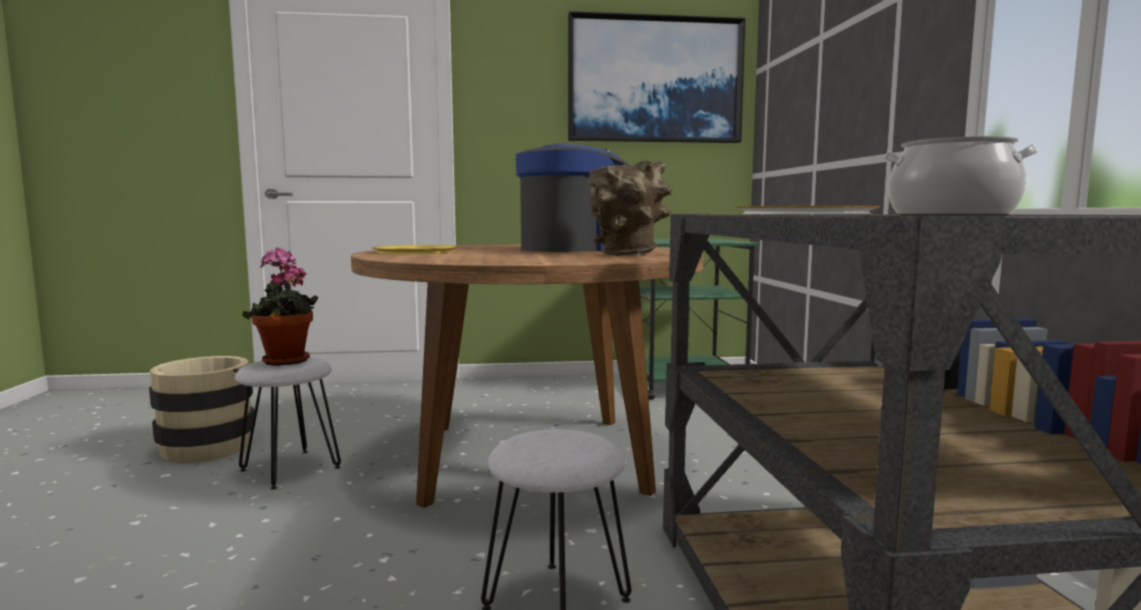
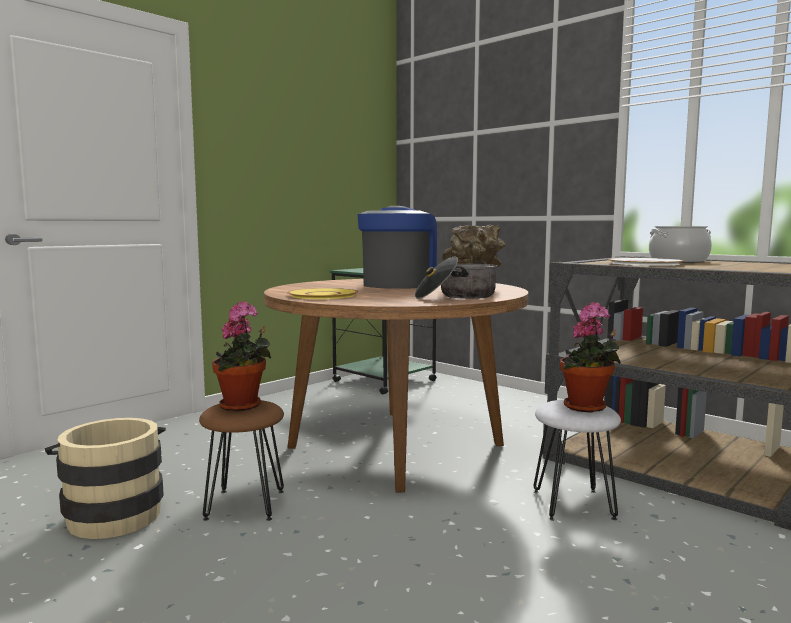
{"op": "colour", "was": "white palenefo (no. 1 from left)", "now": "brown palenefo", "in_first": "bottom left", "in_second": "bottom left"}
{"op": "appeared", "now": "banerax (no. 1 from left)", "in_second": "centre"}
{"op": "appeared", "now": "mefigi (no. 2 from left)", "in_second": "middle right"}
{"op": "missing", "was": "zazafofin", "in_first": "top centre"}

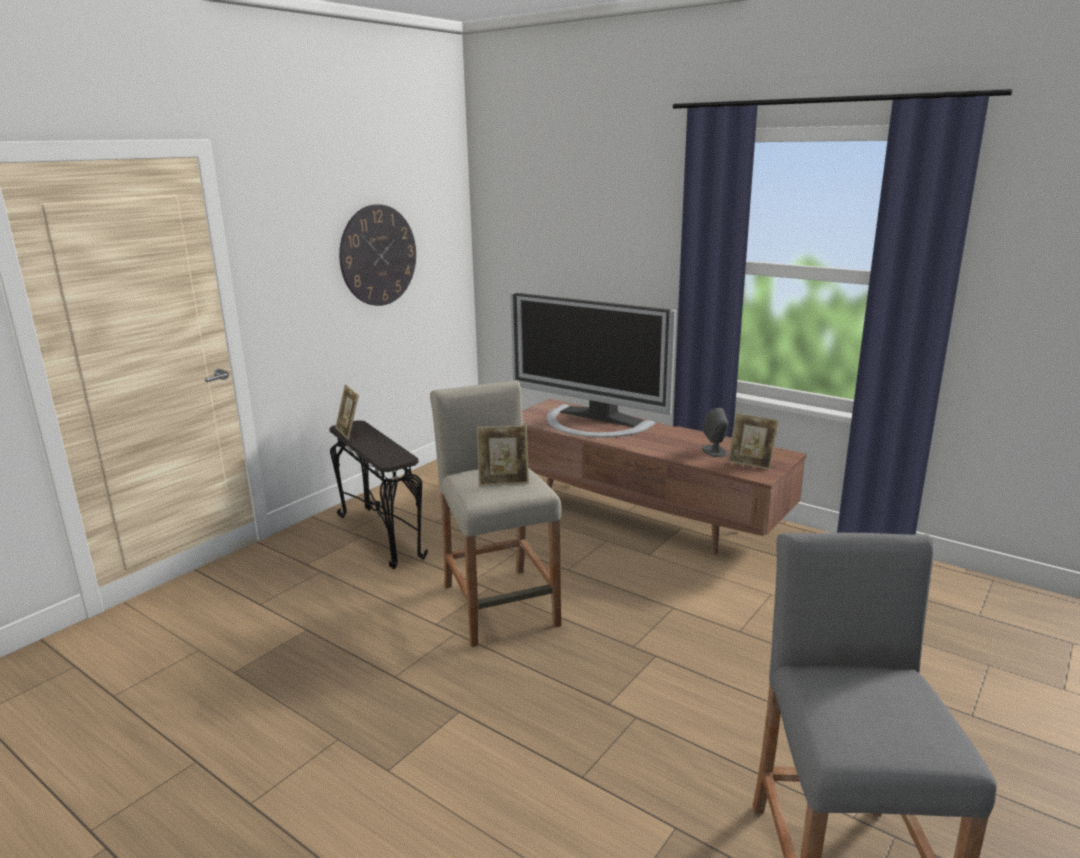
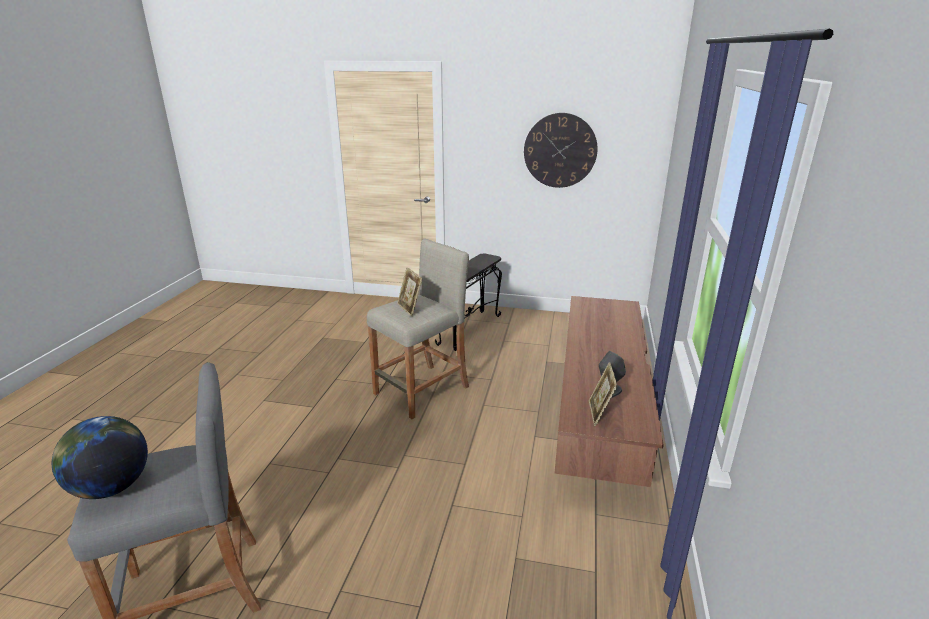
{"op": "appeared", "now": "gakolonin", "in_second": "bottom left"}
{"op": "missing", "was": "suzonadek (no. 1 from left)", "in_first": "middle left"}
{"op": "missing", "was": "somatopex", "in_first": "centre"}

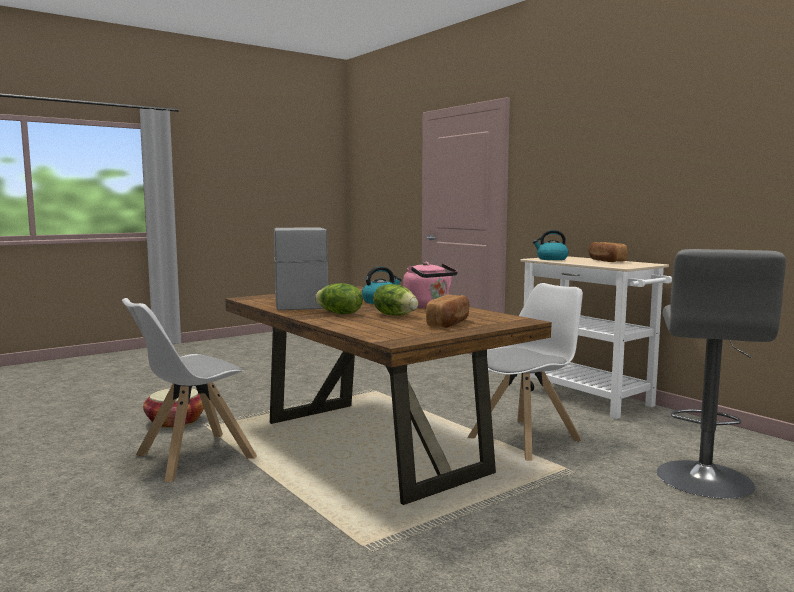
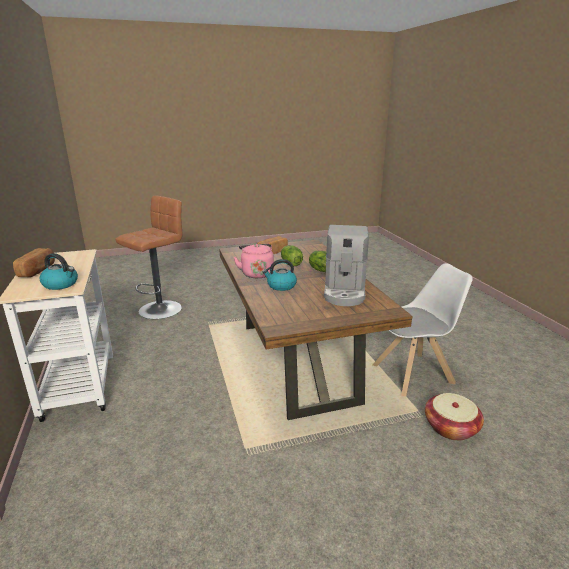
{"op": "colour", "was": "grey palenefo", "now": "brown palenefo", "in_first": "middle right", "in_second": "middle left"}
{"op": "missing", "was": "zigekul (no. 2 from left)", "in_first": "centre"}

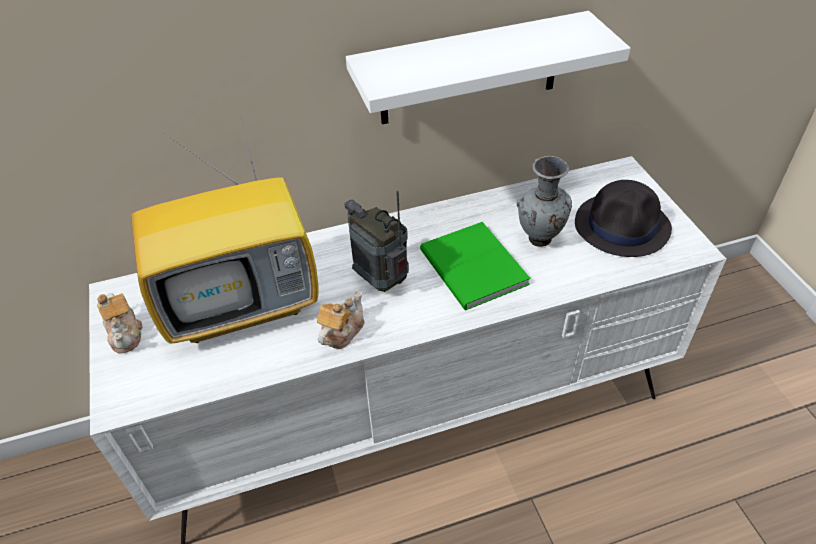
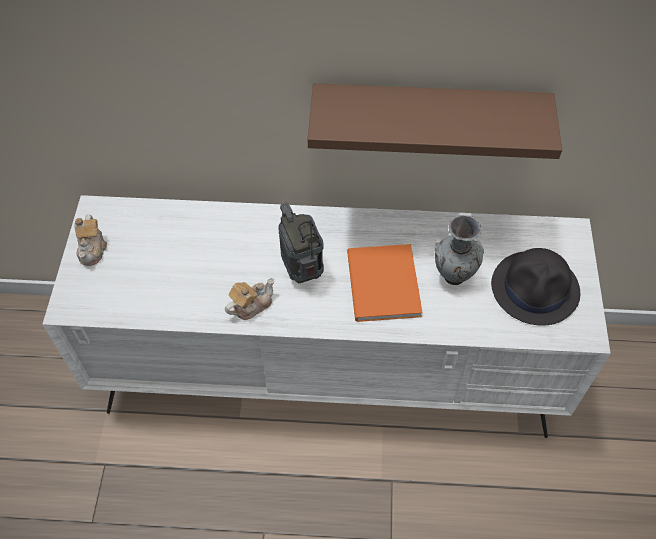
{"op": "colour", "was": "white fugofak", "now": "brown fugofak", "in_first": "top centre", "in_second": "top centre"}
{"op": "colour", "was": "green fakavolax", "now": "orange fakavolax", "in_first": "centre", "in_second": "centre"}
{"op": "missing", "was": "somatopex", "in_first": "middle left"}

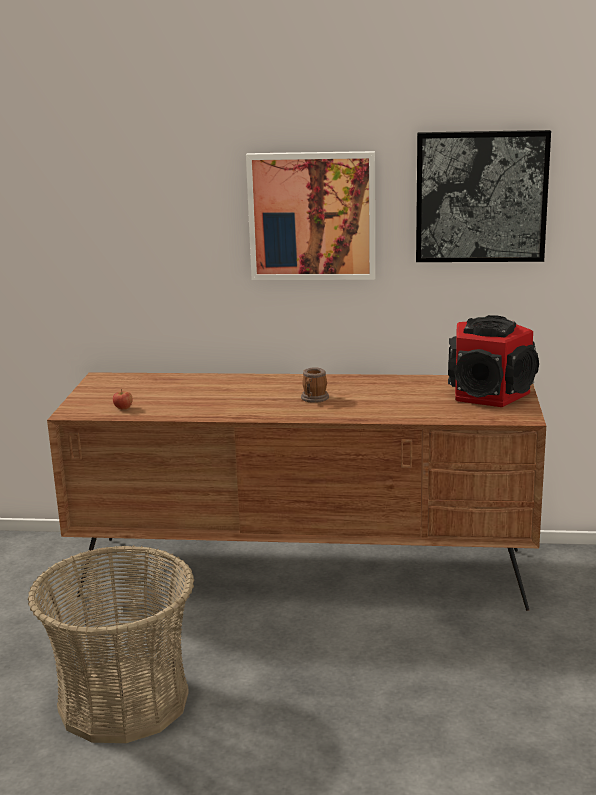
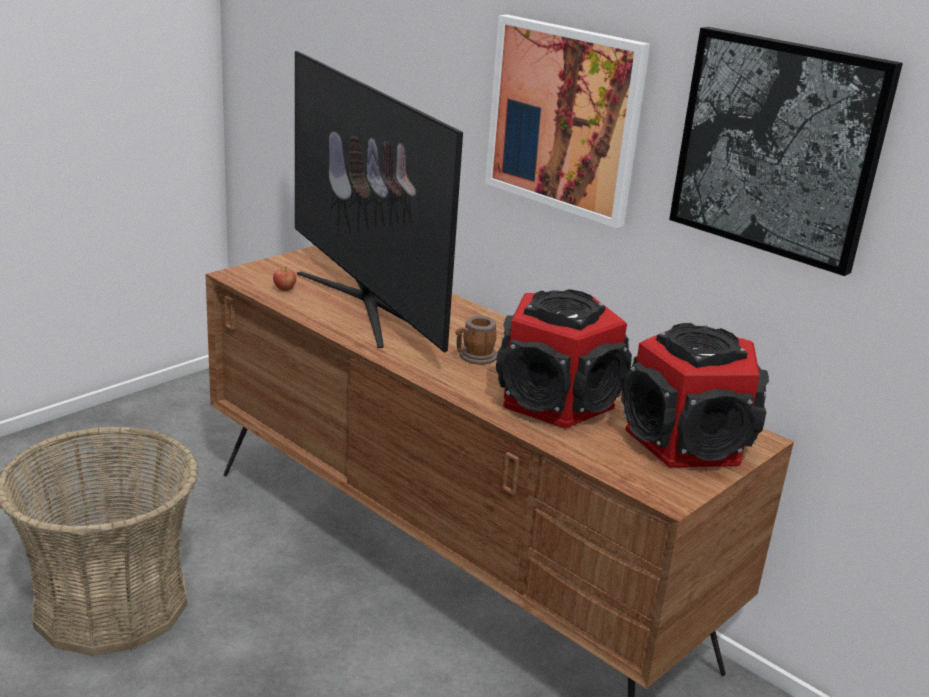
{"op": "appeared", "now": "somatopex", "in_second": "top centre"}
{"op": "appeared", "now": "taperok (no. 1 from left)", "in_second": "centre"}

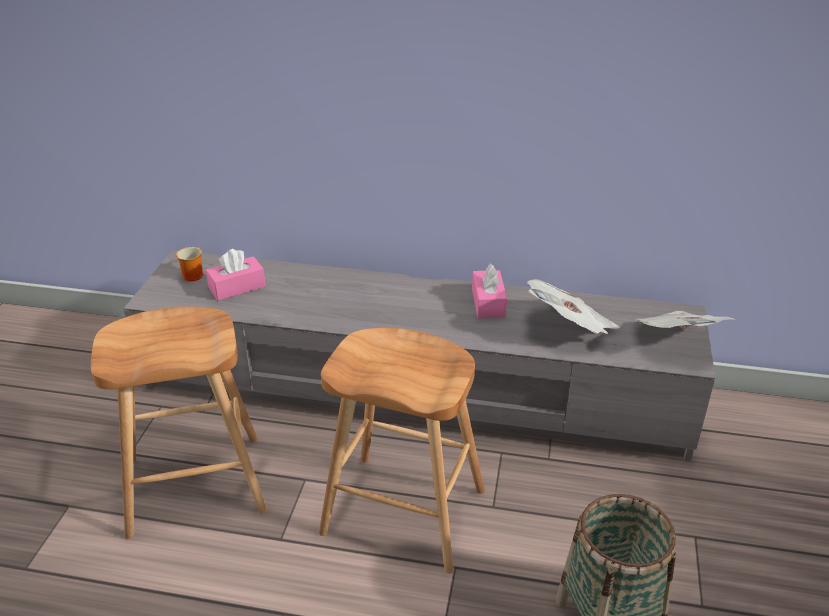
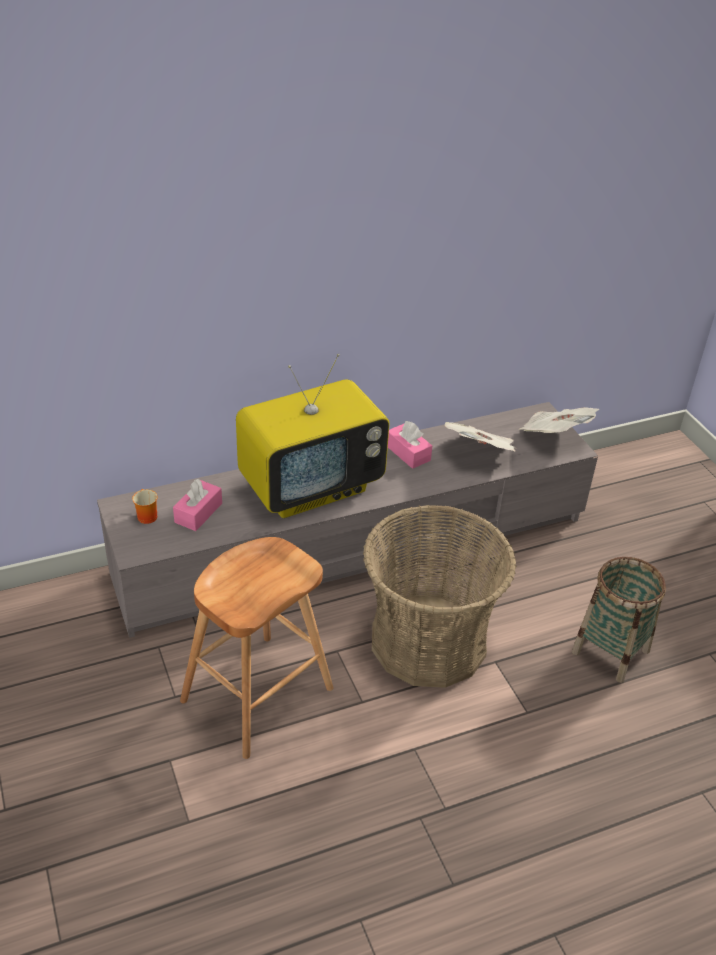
{"op": "appeared", "now": "somatopex", "in_second": "centre"}
{"op": "exchanged", "was": "brown palenefo (no. 2 from left)", "now": "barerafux (no. 1 from left)", "in_first": "bottom centre", "in_second": "centre"}

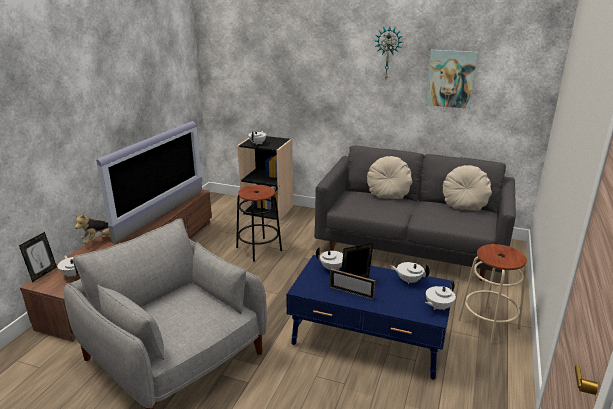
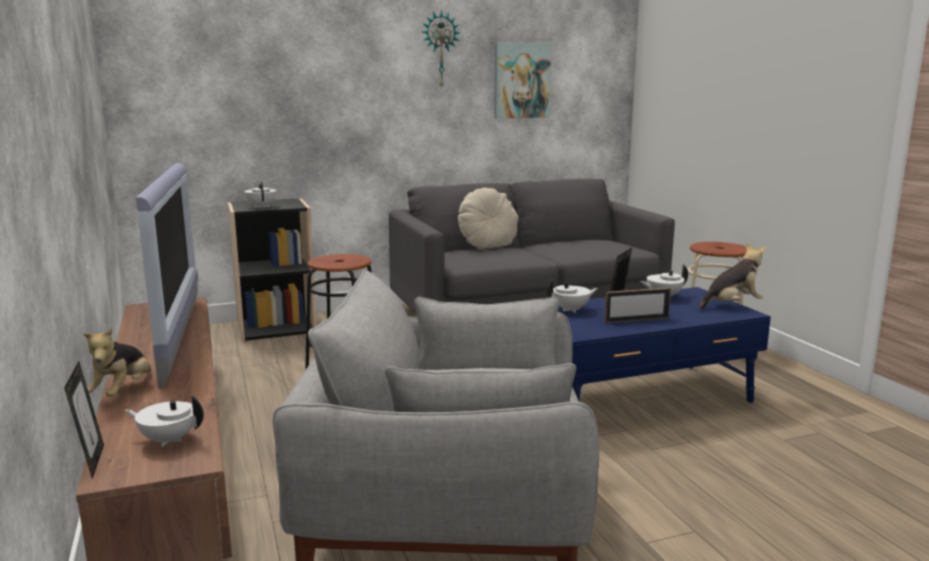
{"op": "exchanged", "was": "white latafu (no. 5 from left)", "now": "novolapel (no. 2 from left)", "in_first": "bottom right", "in_second": "middle right"}
{"op": "missing", "was": "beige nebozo (no. 2 from left)", "in_first": "middle right"}

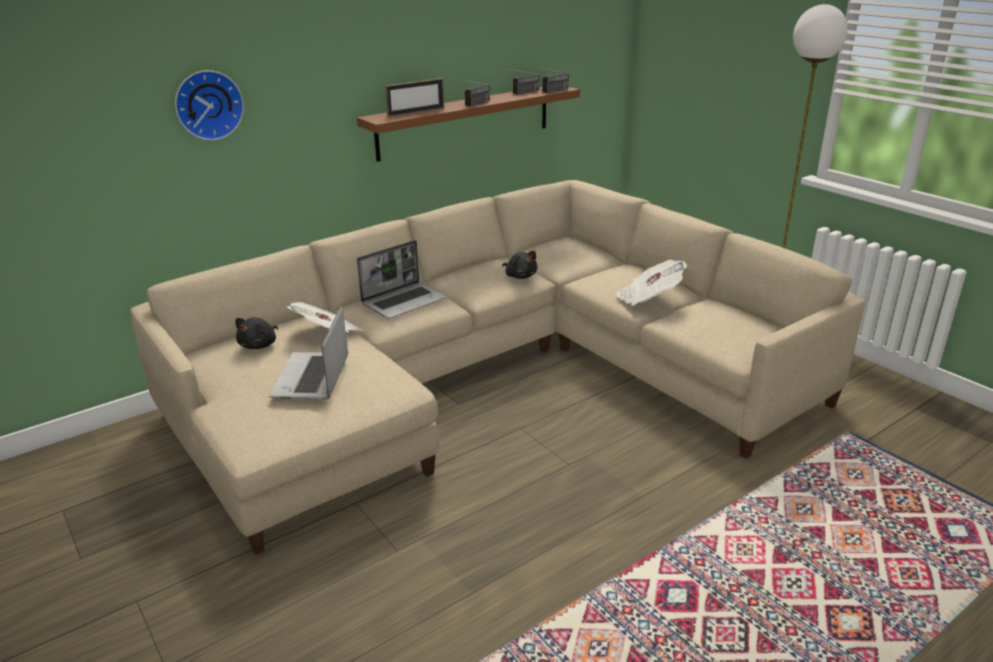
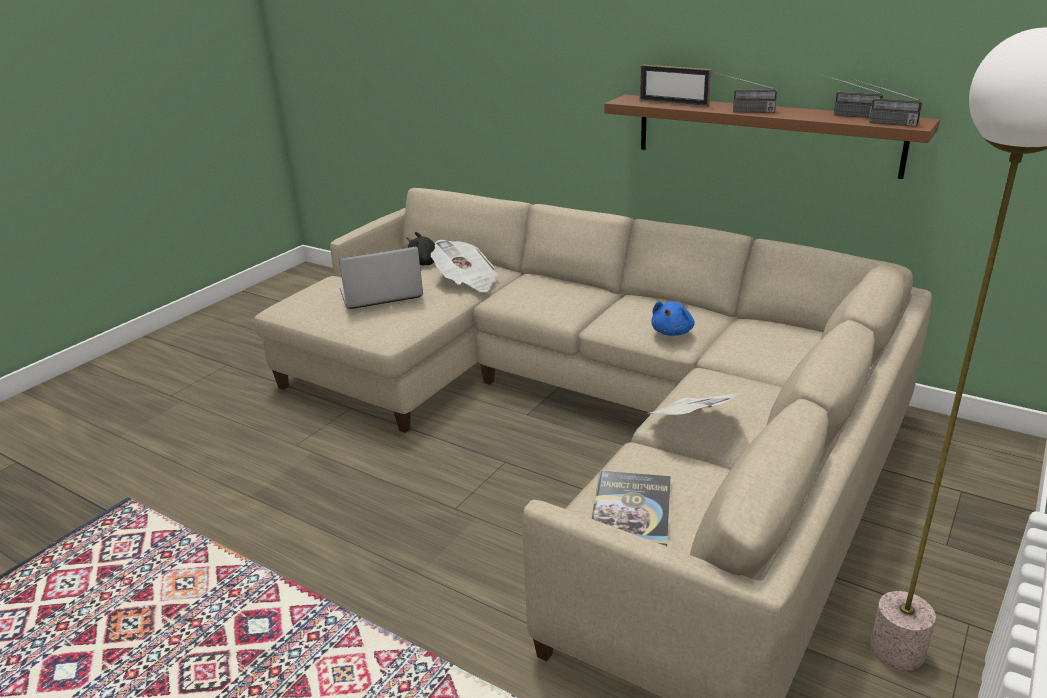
{"op": "appeared", "now": "fakavolax", "in_second": "bottom centre"}
{"op": "colour", "was": "black novolapel (no. 2 from left)", "now": "blue novolapel", "in_first": "centre", "in_second": "centre"}
{"op": "missing", "was": "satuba", "in_first": "top left"}
{"op": "missing", "was": "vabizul (no. 2 from left)", "in_first": "centre"}

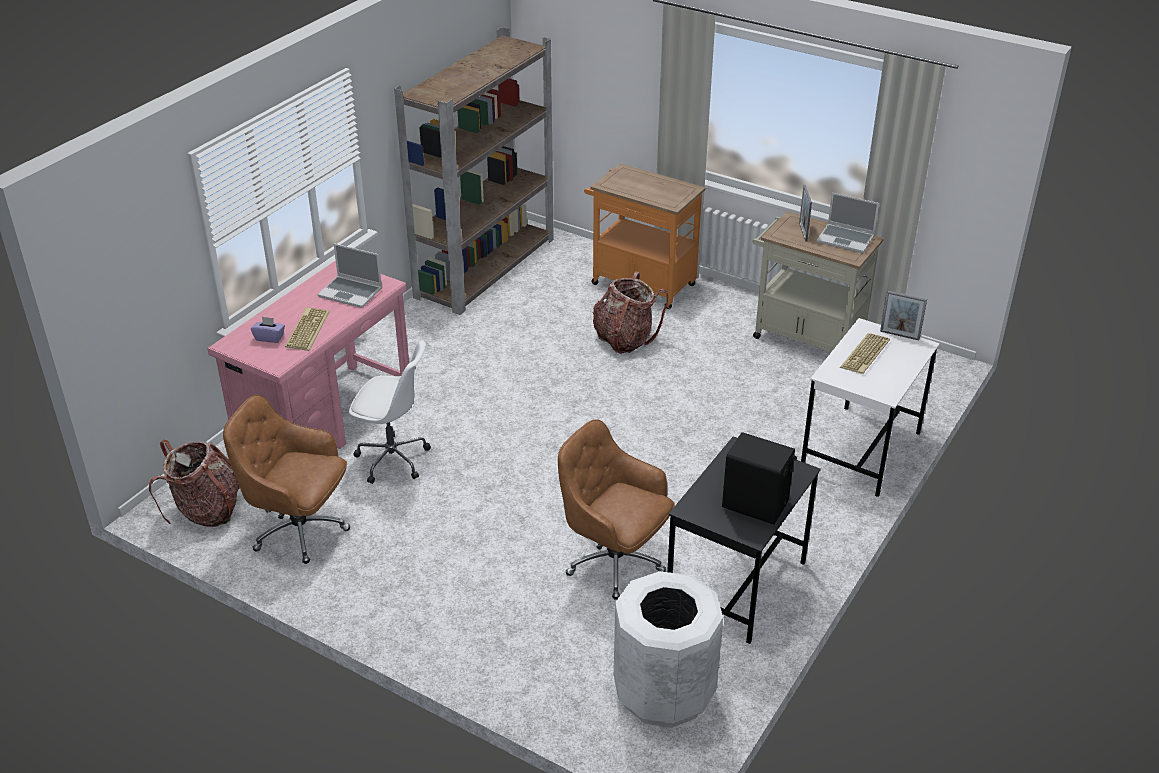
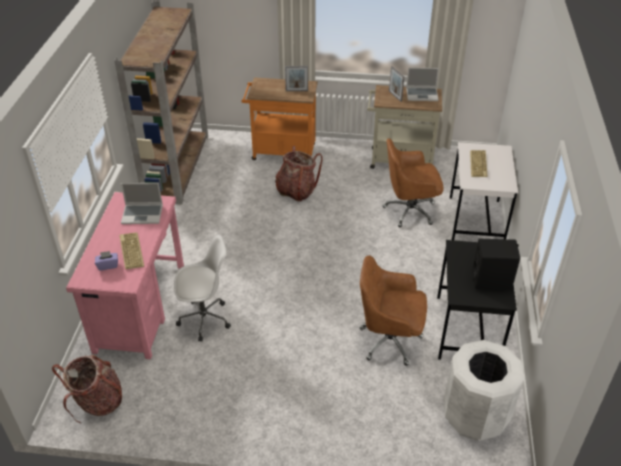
{"op": "relocated", "was": "suzonadek (no. 2 from left in the first image)", "now": "suzonadek (no. 1 from left)", "in_first": "middle right", "in_second": "top centre"}
{"op": "relocated", "was": "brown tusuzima (no. 1 from left in the first image)", "now": "brown tusuzima (no. 2 from left)", "in_first": "middle left", "in_second": "centre"}

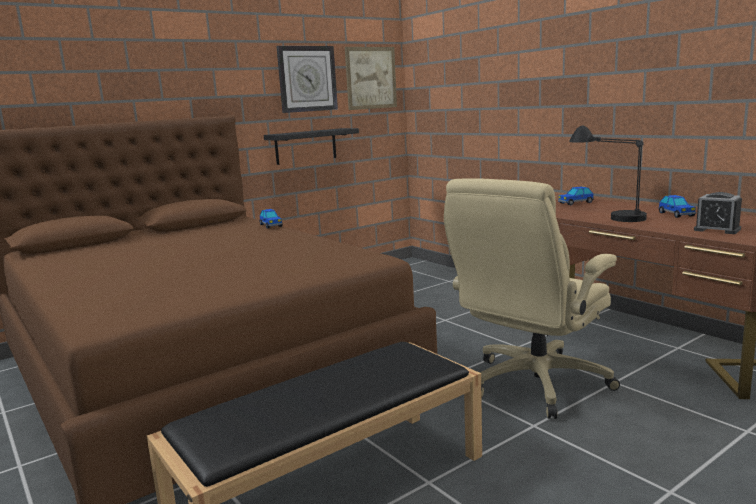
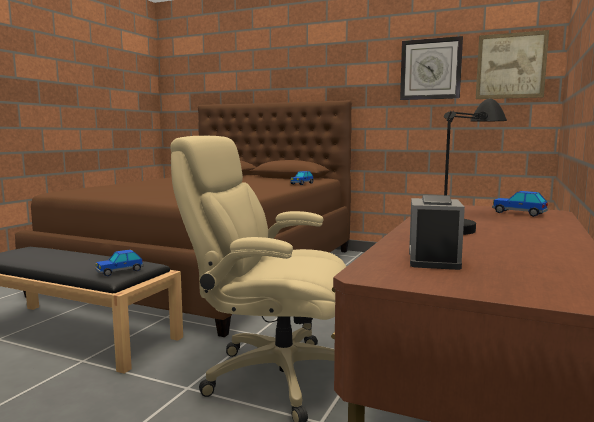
{"op": "relocated", "was": "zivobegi (no. 3 from left in the first image)", "now": "zivobegi (no. 1 from left)", "in_first": "middle right", "in_second": "middle left"}
{"op": "missing", "was": "black fugofak", "in_first": "top centre"}

